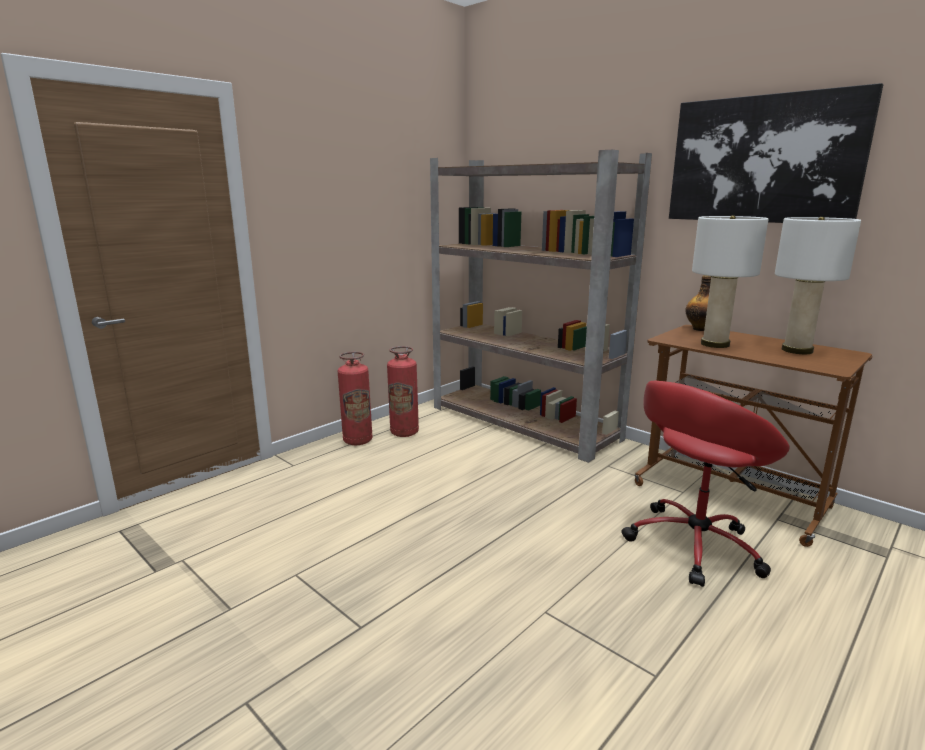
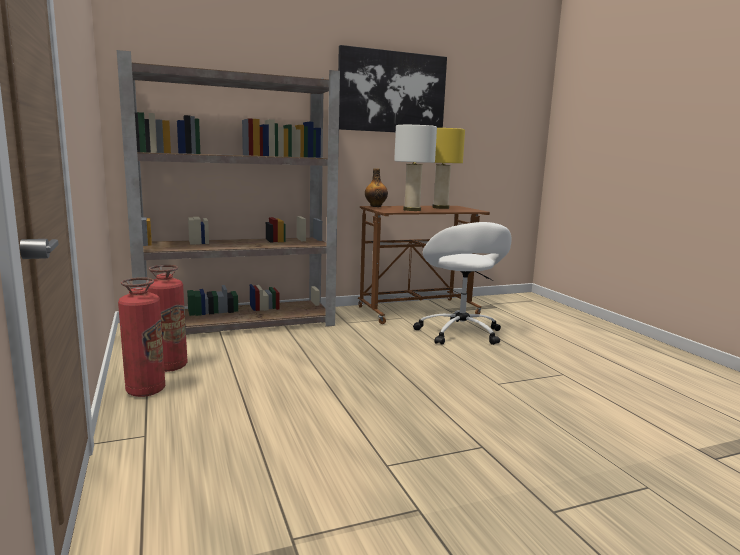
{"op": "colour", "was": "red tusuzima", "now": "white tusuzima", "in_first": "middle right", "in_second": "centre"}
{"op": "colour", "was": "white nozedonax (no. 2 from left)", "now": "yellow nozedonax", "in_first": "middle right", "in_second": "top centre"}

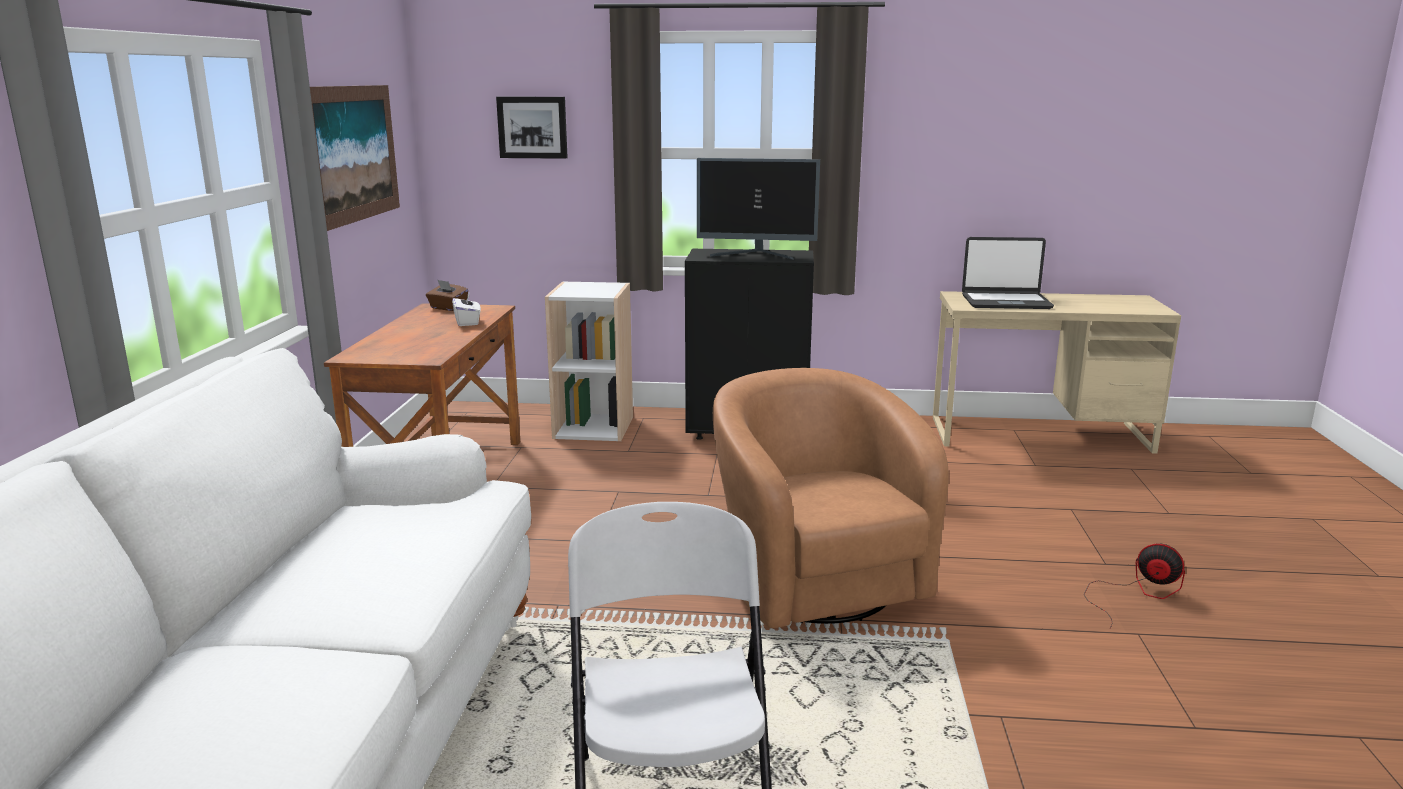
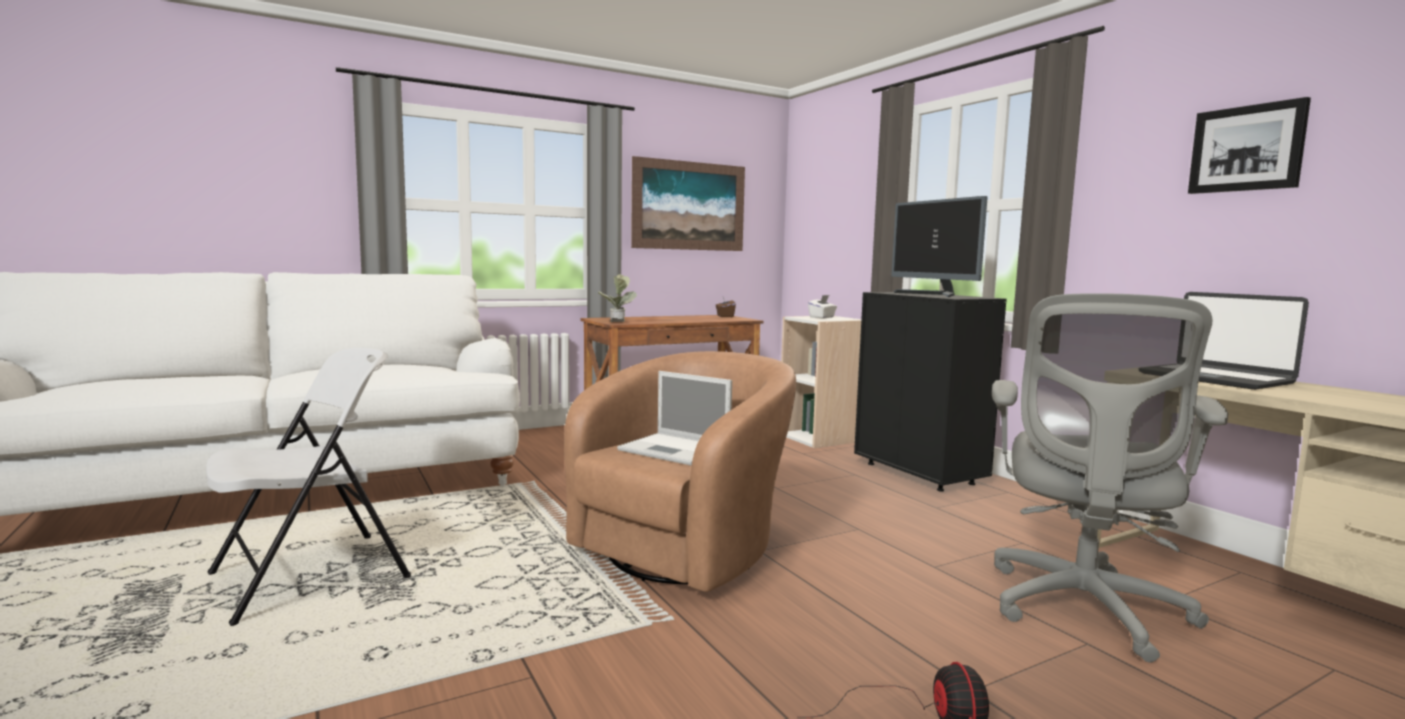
{"op": "appeared", "now": "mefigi", "in_second": "centre"}
{"op": "appeared", "now": "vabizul (no. 1 from left)", "in_second": "centre"}
{"op": "relocated", "was": "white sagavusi", "in_first": "middle left", "in_second": "centre"}
{"op": "appeared", "now": "grey tusuzima", "in_second": "middle right"}
{"op": "relocated", "was": "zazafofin (no. 2 from left)", "in_first": "top centre", "in_second": "top right"}

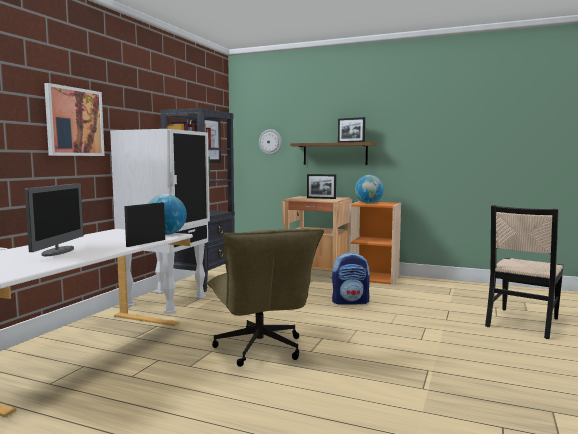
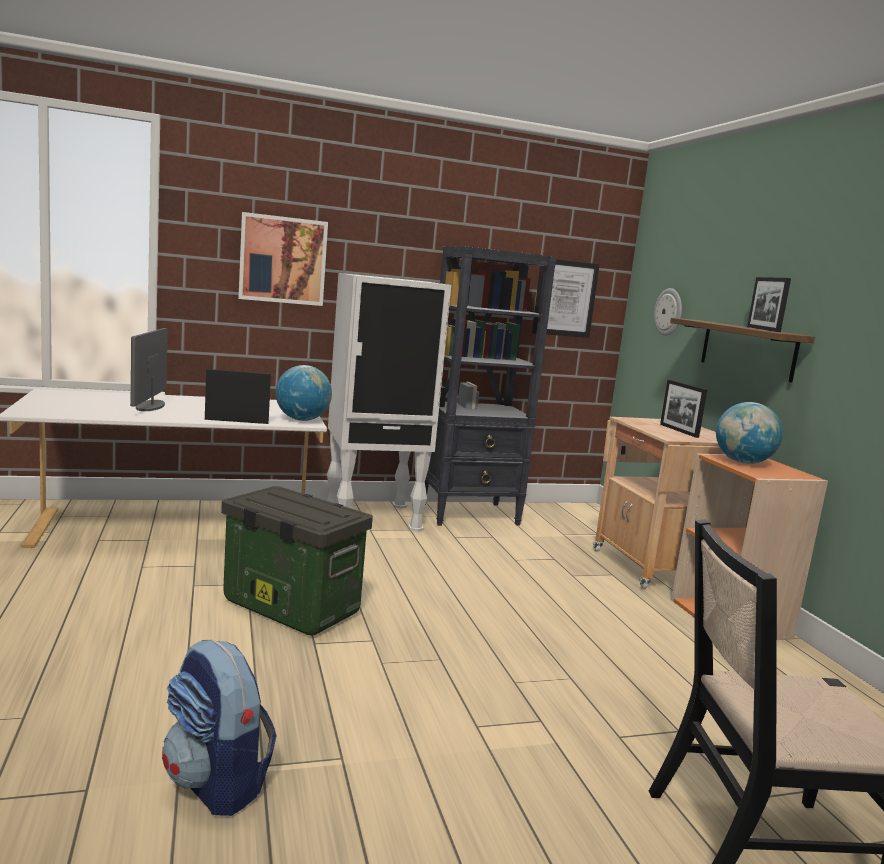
{"op": "spun", "was": "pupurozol", "in_first": "middle left", "in_second": "middle left", "clockwise": 120}
{"op": "relocated", "was": "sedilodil", "in_first": "centre", "in_second": "bottom left"}
{"op": "exchanged", "was": "beige tusuzima", "now": "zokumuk", "in_first": "bottom centre", "in_second": "centre"}

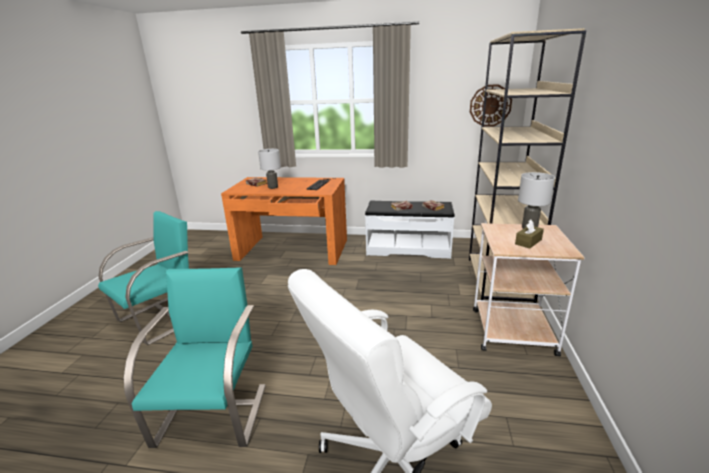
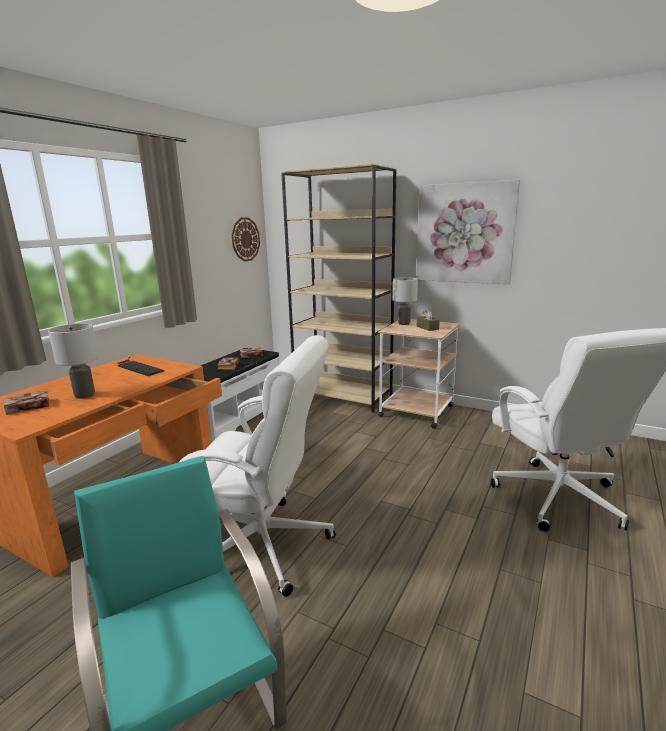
{"op": "appeared", "now": "white tusuzima (no. 1 from left)", "in_second": "centre"}
{"op": "appeared", "now": "zazafofin", "in_second": "top right"}
{"op": "missing", "was": "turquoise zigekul (no. 2 from left)", "in_first": "bottom left"}

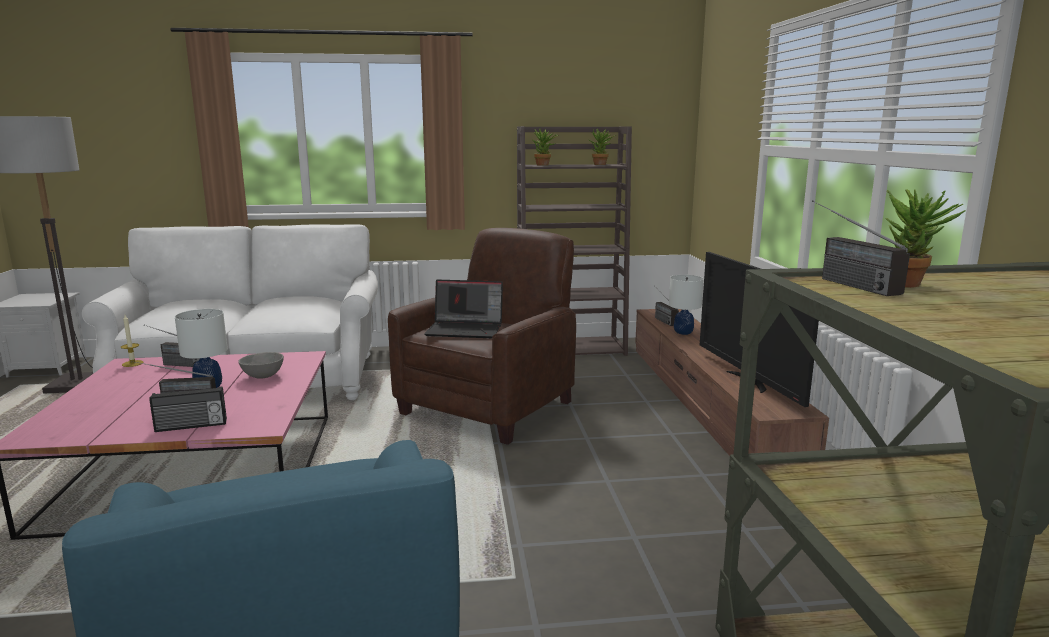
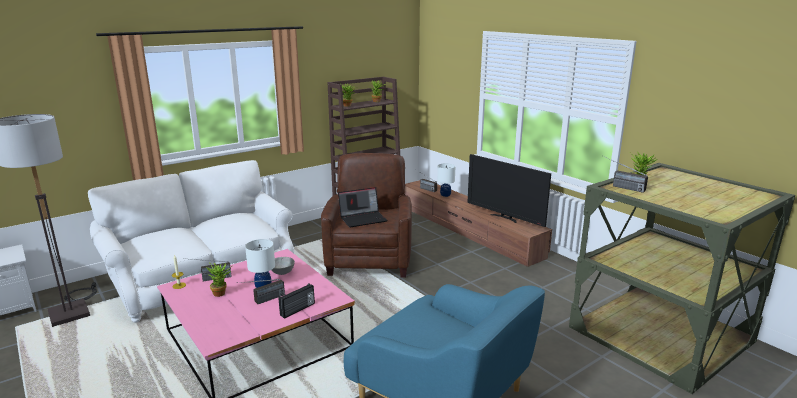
{"op": "appeared", "now": "mefigi (no. 1 from left)", "in_second": "bottom left"}

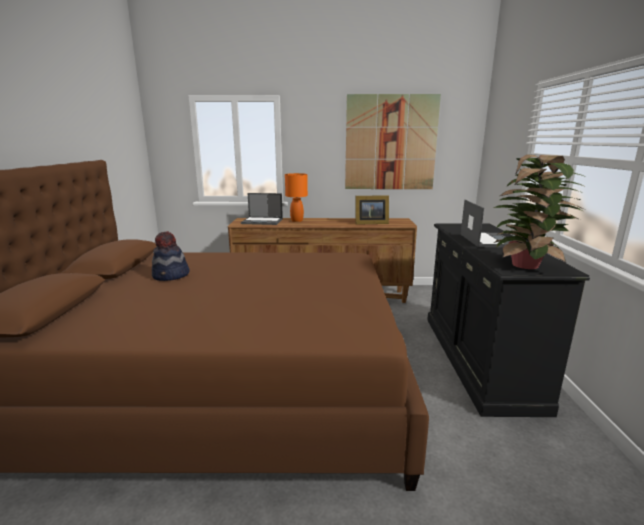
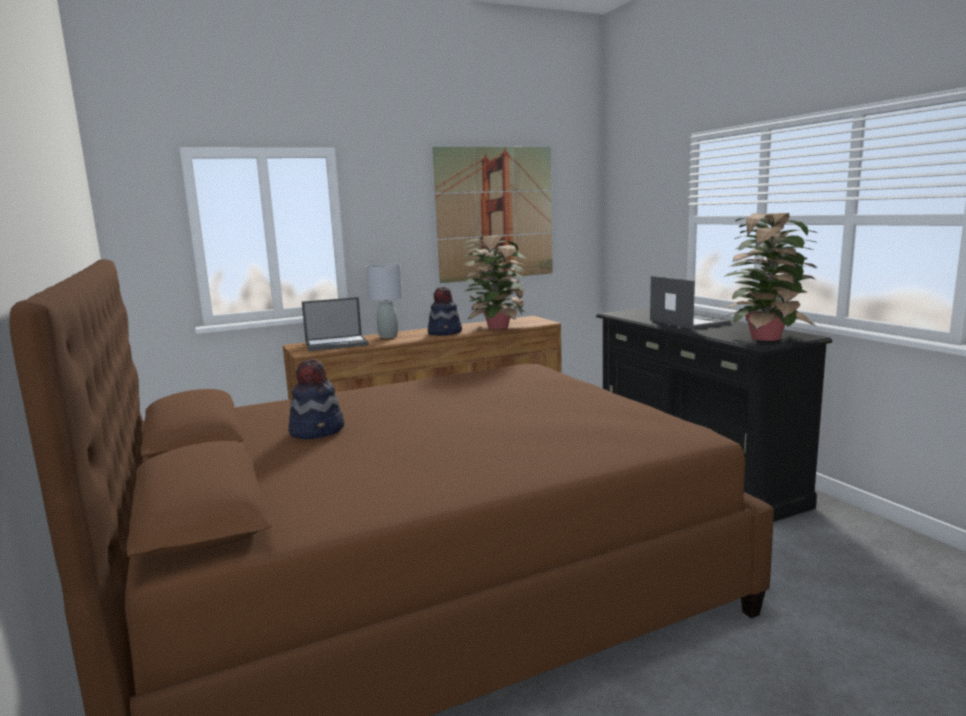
{"op": "colour", "was": "orange nozedonax", "now": "grey nozedonax", "in_first": "centre", "in_second": "centre"}
{"op": "appeared", "now": "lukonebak (no. 2 from left)", "in_second": "centre"}
{"op": "exchanged", "was": "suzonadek", "now": "mefigi (no. 1 from left)", "in_first": "centre", "in_second": "centre"}

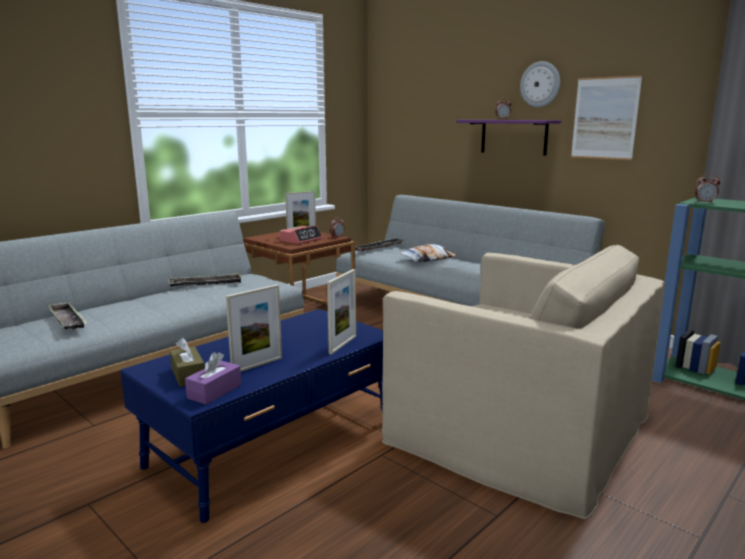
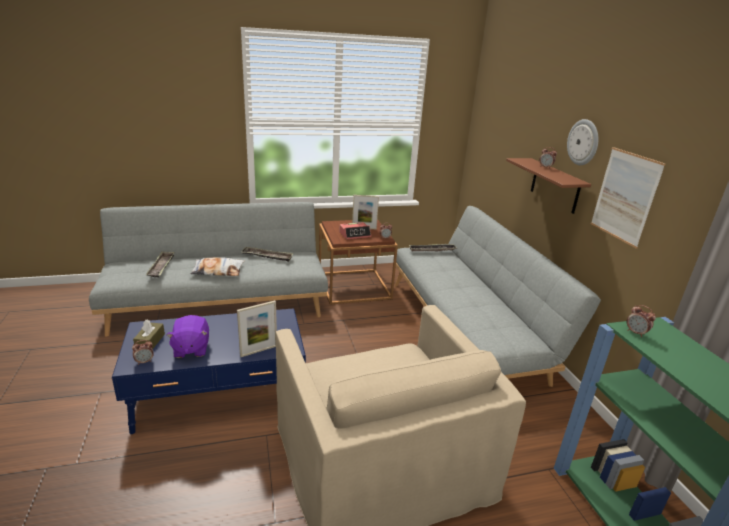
{"op": "exchanged", "was": "purple sagavusi", "now": "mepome (no. 1 from left)", "in_first": "bottom left", "in_second": "bottom left"}
{"op": "exchanged", "was": "suzonadek (no. 1 from left)", "now": "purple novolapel", "in_first": "centre", "in_second": "middle left"}
{"op": "relocated", "was": "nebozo", "in_first": "centre", "in_second": "middle left"}
{"op": "colour", "was": "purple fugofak", "now": "brown fugofak", "in_first": "top right", "in_second": "middle right"}

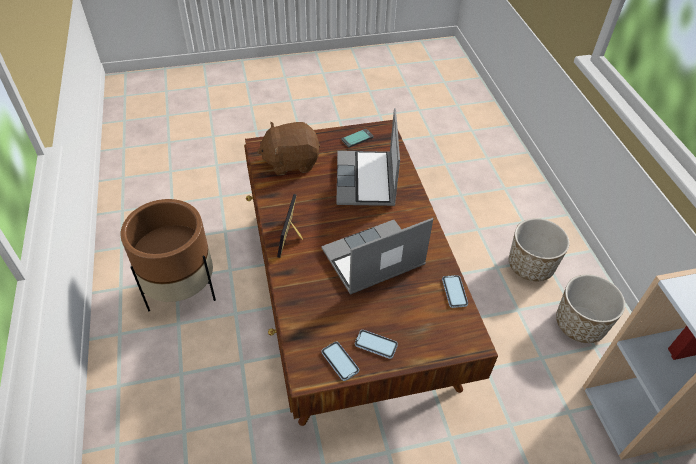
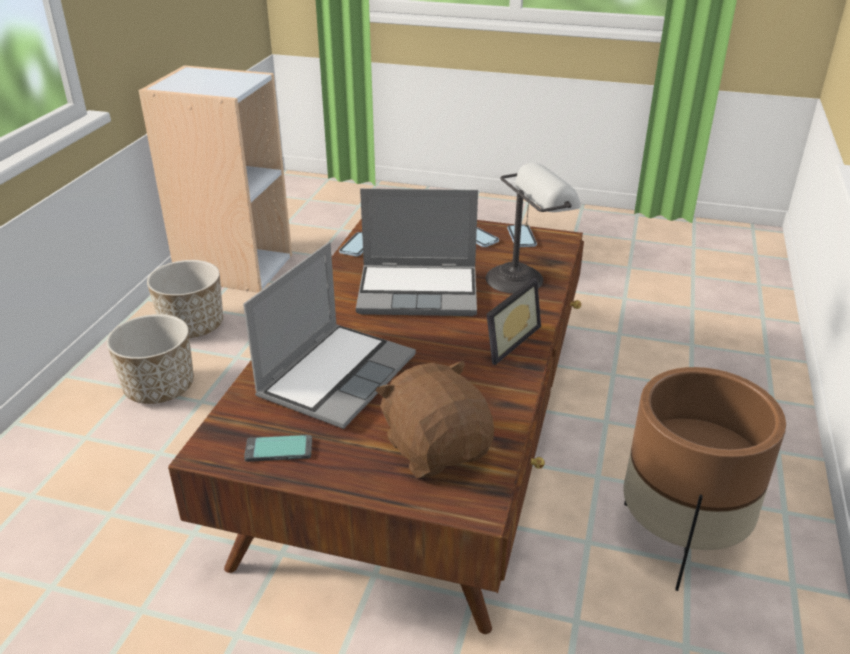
{"op": "spun", "was": "brown novolapel", "in_first": "top centre", "in_second": "centre", "clockwise": -135}
{"op": "appeared", "now": "nozedonax", "in_second": "centre"}

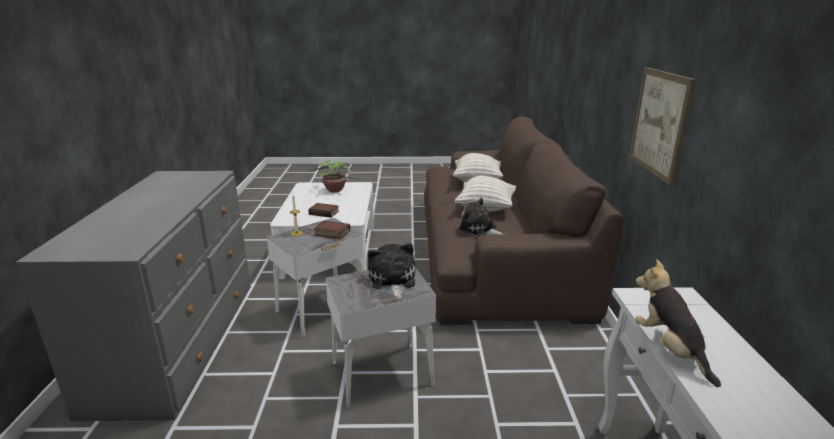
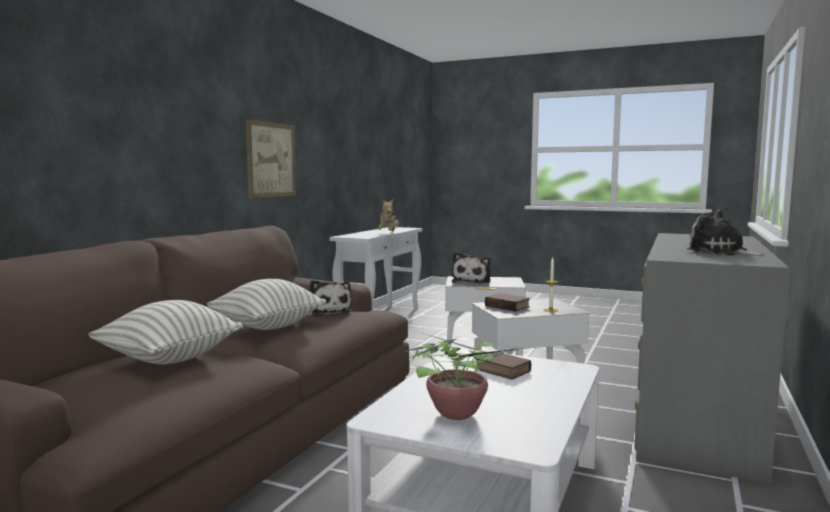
{"op": "appeared", "now": "novolapel (no. 4 from left)", "in_second": "middle right"}

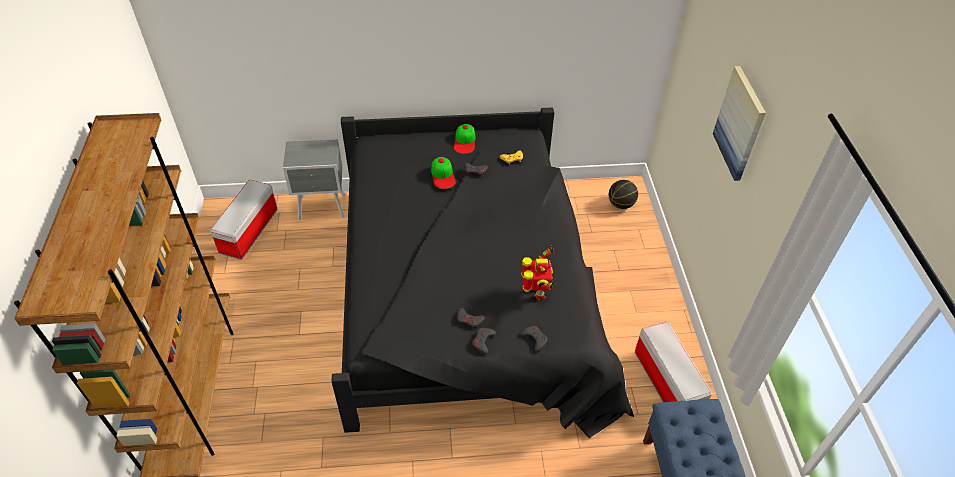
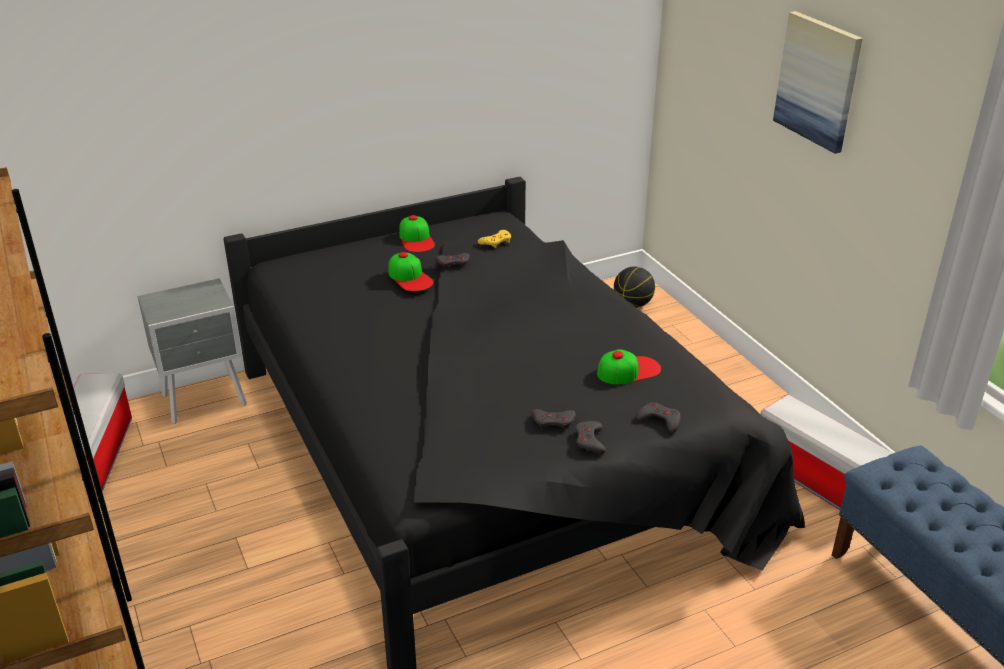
{"op": "exchanged", "was": "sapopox", "now": "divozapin (no. 3 from left)", "in_first": "centre", "in_second": "centre"}

